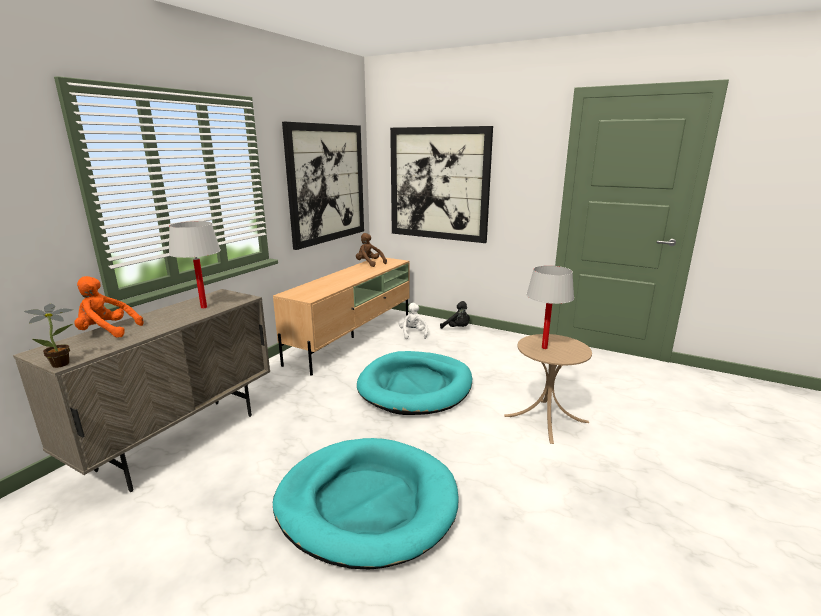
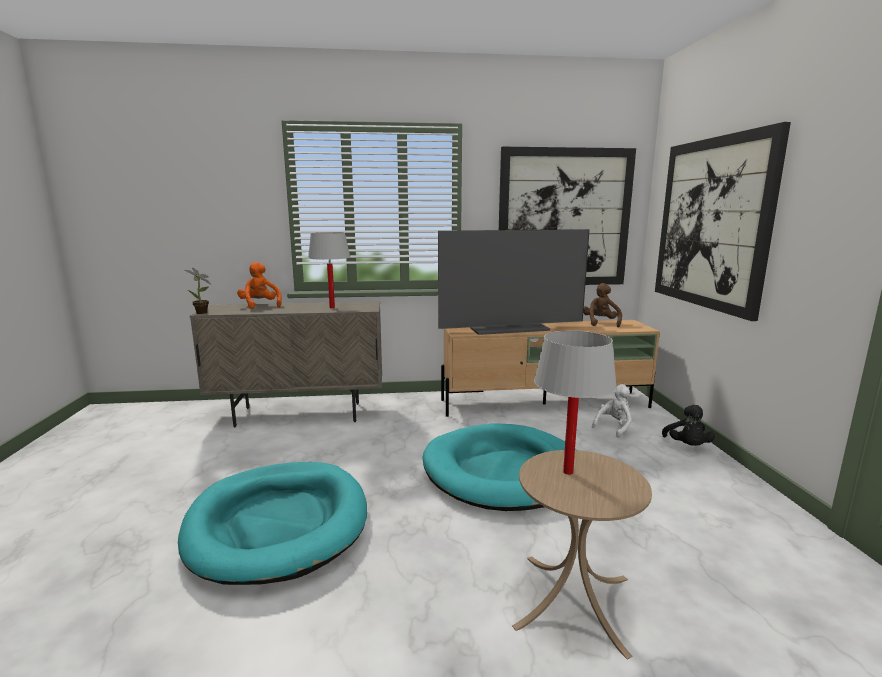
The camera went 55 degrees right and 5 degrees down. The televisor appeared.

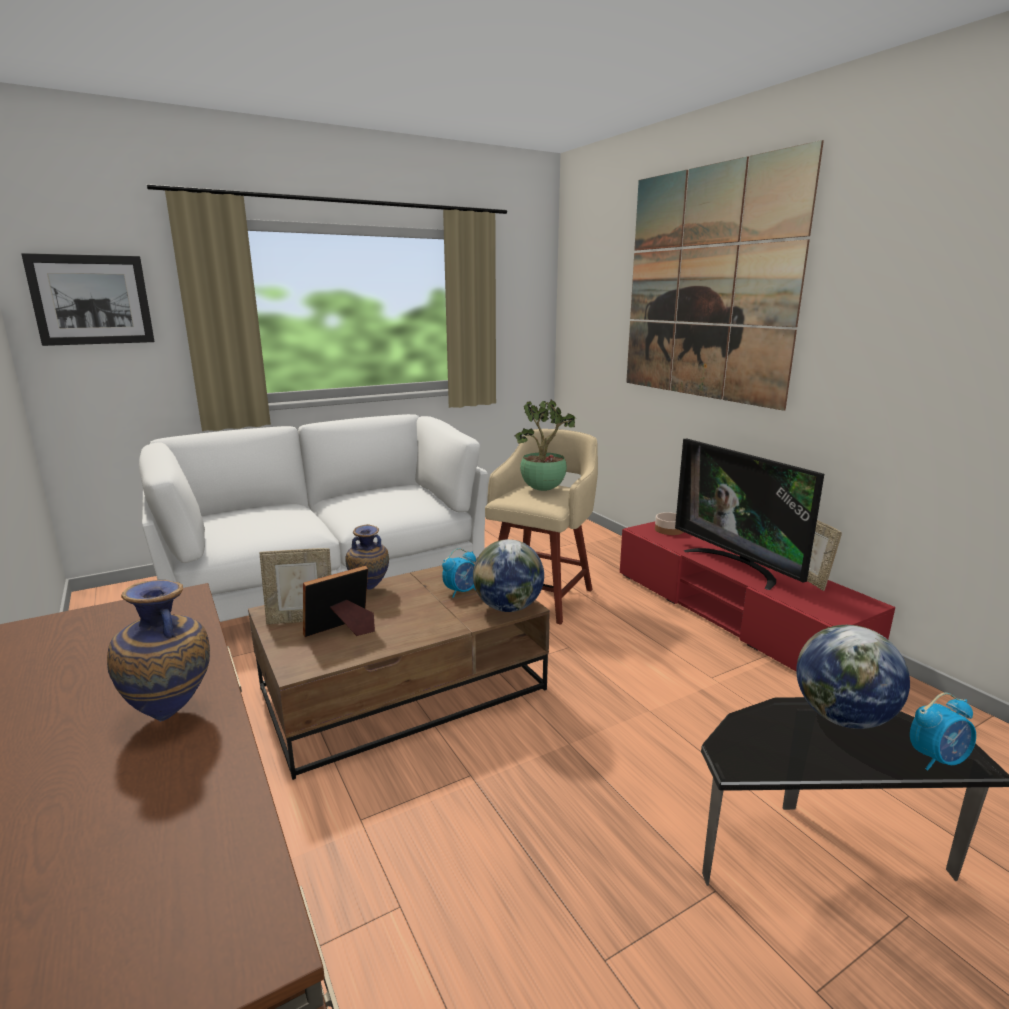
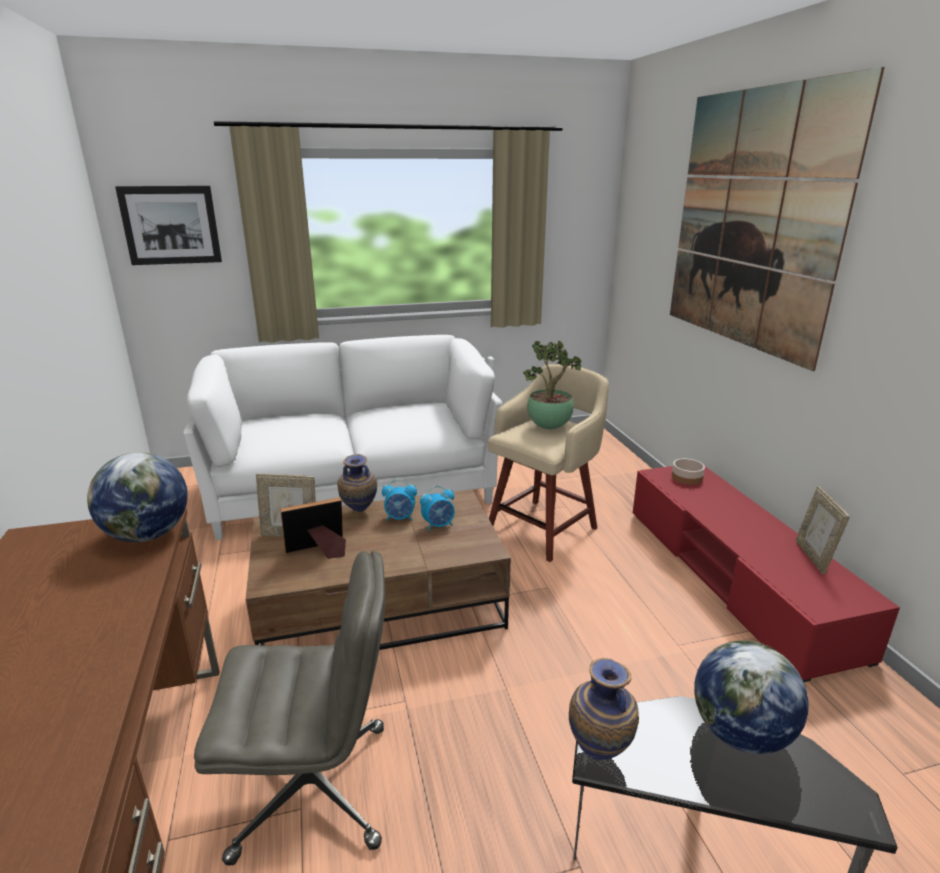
The camera went 15 degrees right and 5 degrees up. The televisor disappeared. The globo terráqueo (1st from left) moved. The florero (1st from left in the first image) moved. The despertador (2nd from left in the first image) moved. The silla de oficina (gris) appeared.

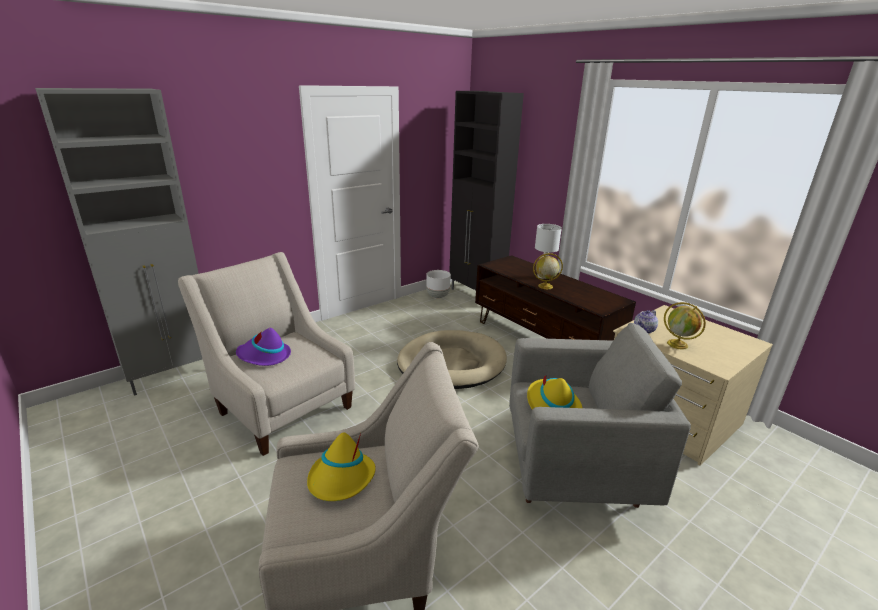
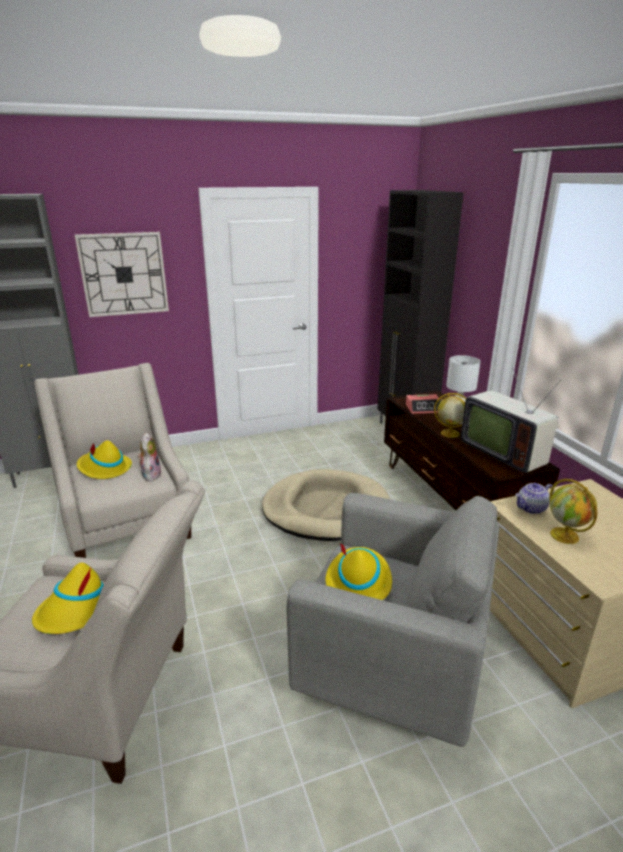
The camera went 20 degrees right and 0 degrees up. The maceta (blanco) disappeared. The sombrero (morado) became the sombrero (amarillo) (2nd from left). The reloj de pared appeared. The televisor appeared. The despertador appeared. The peluche appeared.

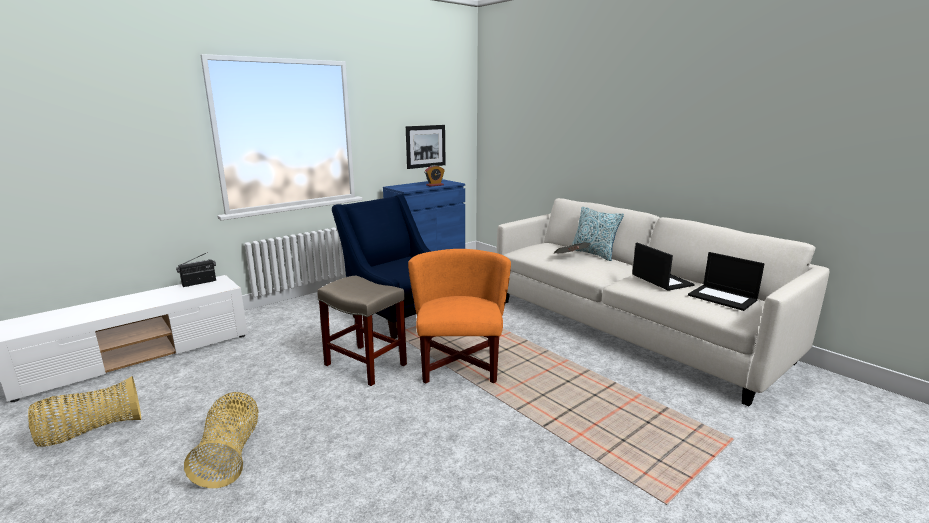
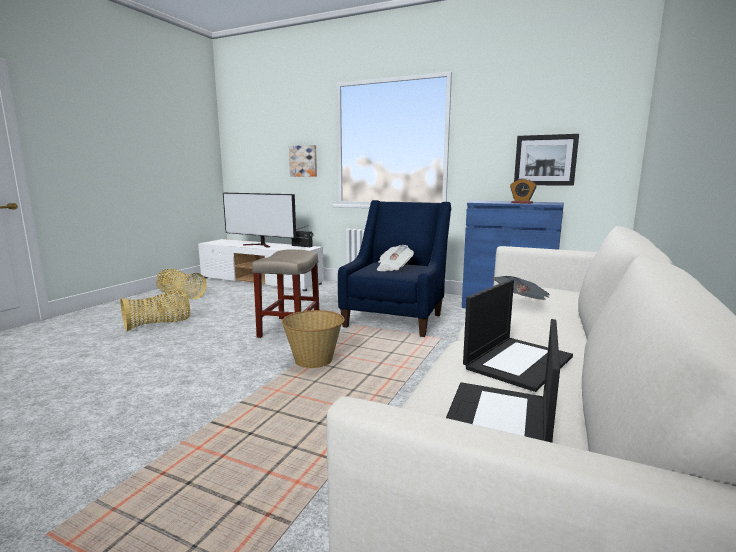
The camera went 65 degrees right and 5 degrees down. The cojín disappeared. The sillón (naranja) was replaced by the cesta (3rd from left). The cuadro (1st from left) appeared. The televisor appeared. The periódico (1st from left) appeared.

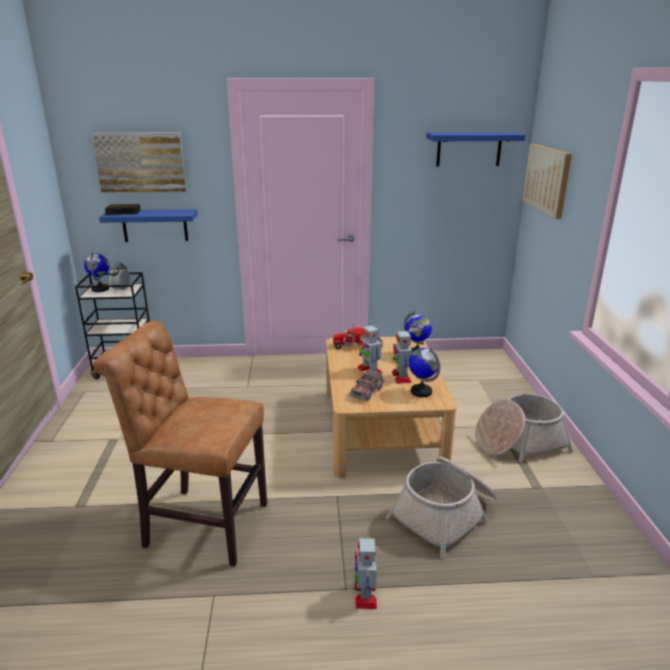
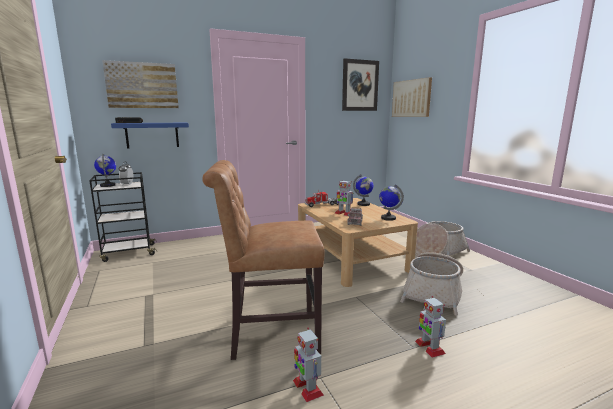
The camera went 20 degrees left and 10 degrees down. The estante (azul) (2nd from left) was replaced by the cuadro (2nd from left). The robot de juguete (3rd from left in the first image) moved.

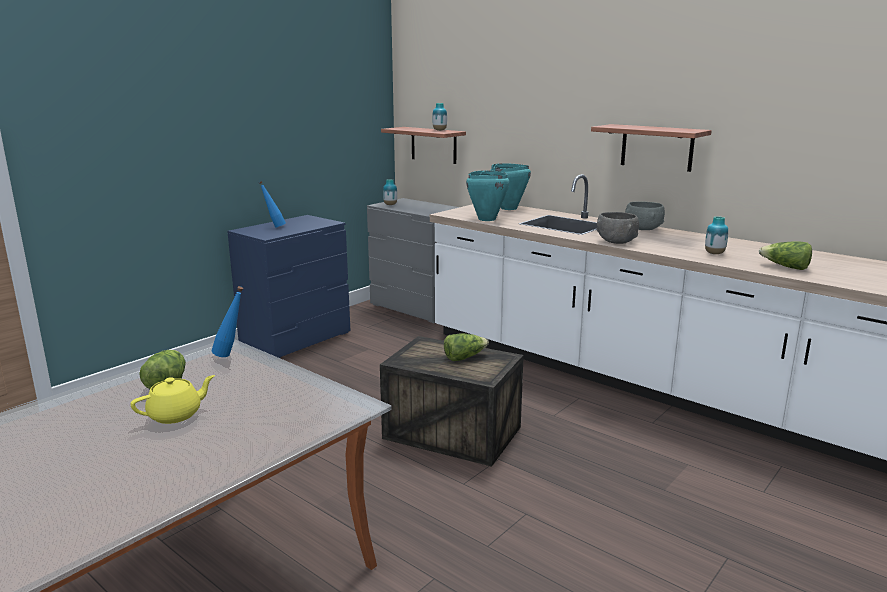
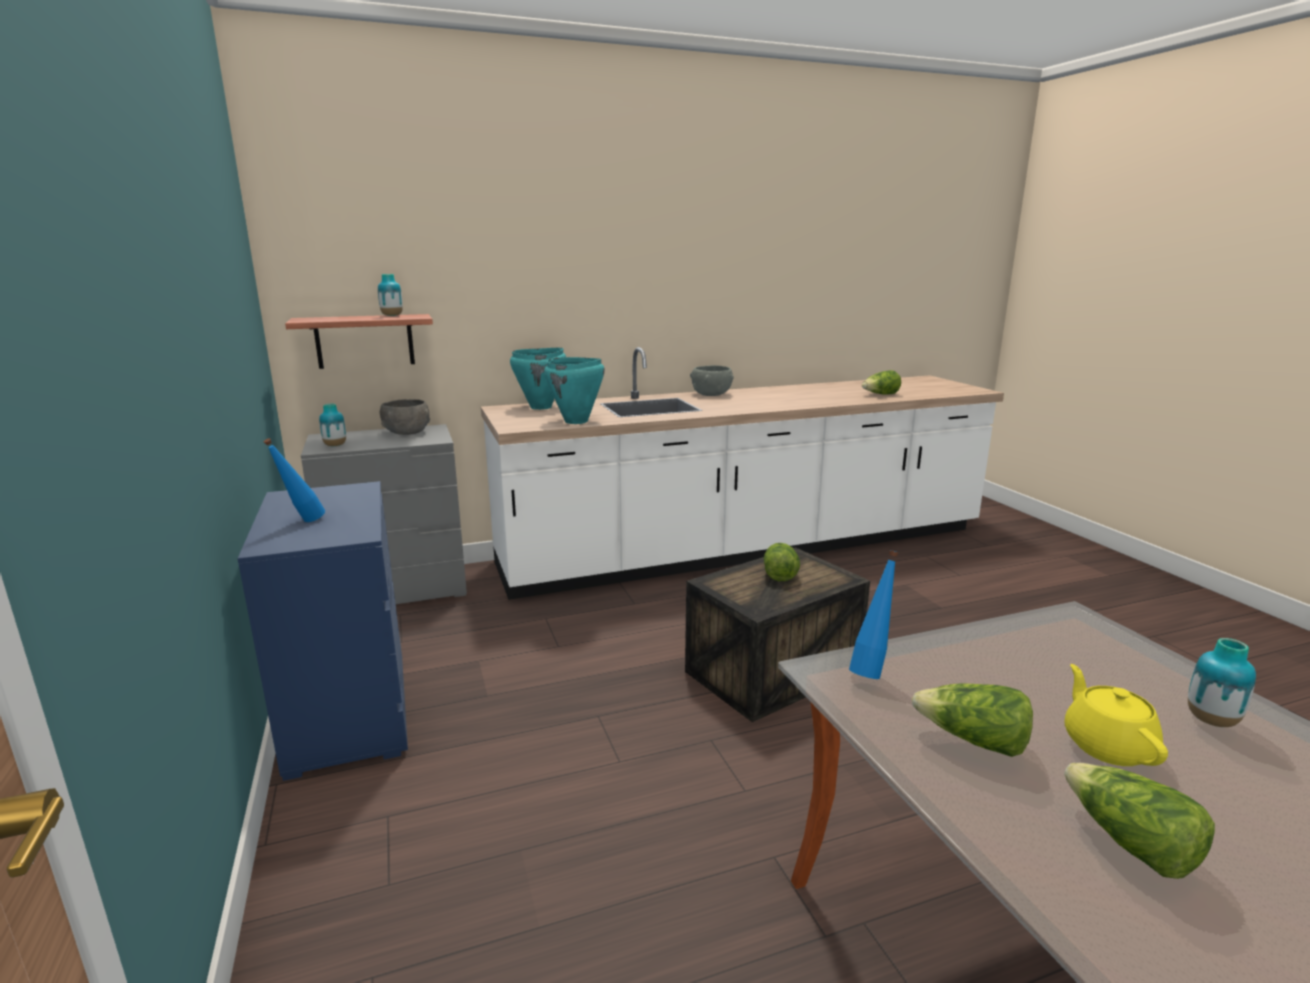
The camera went 60 degrees left and 0 degrees up. The estante (2nd from left) disappeared. The cuenco (gris) (1st from left) moved. The florero (3rd from left) moved. The lechuga (4th from left) appeared.

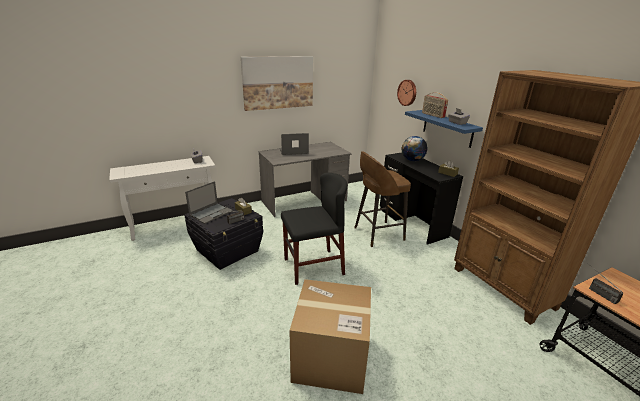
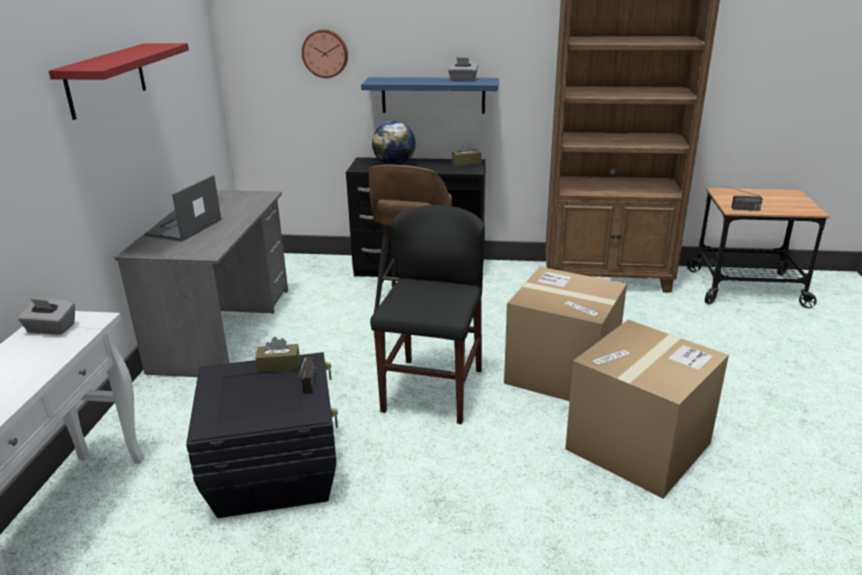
The camera went 55 degrees left and 0 degrees up. The cuadro was replaced by the estante (rojo). The radio (2nd from left) disappeared. The portátil (1st from left) disappeared. The caja de cartón (1st from left) appeared.

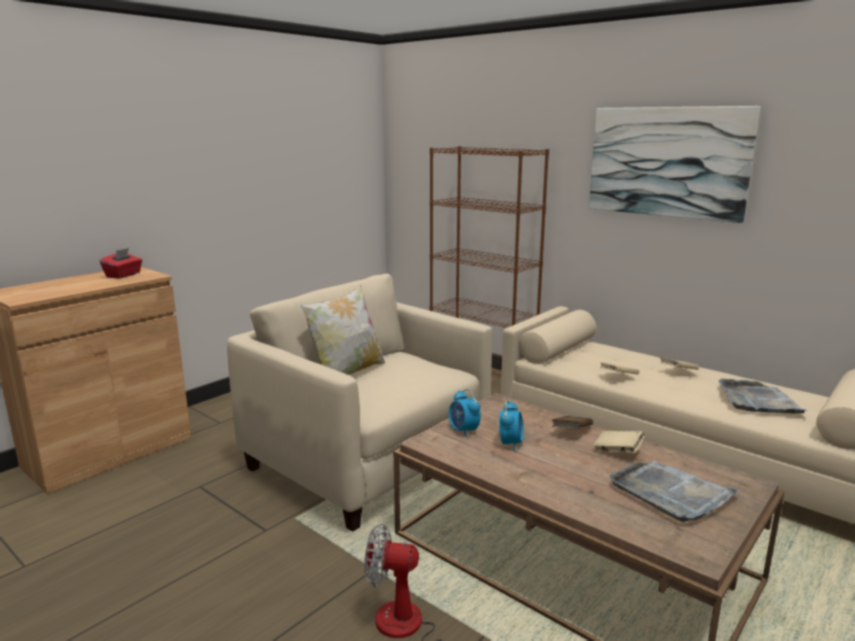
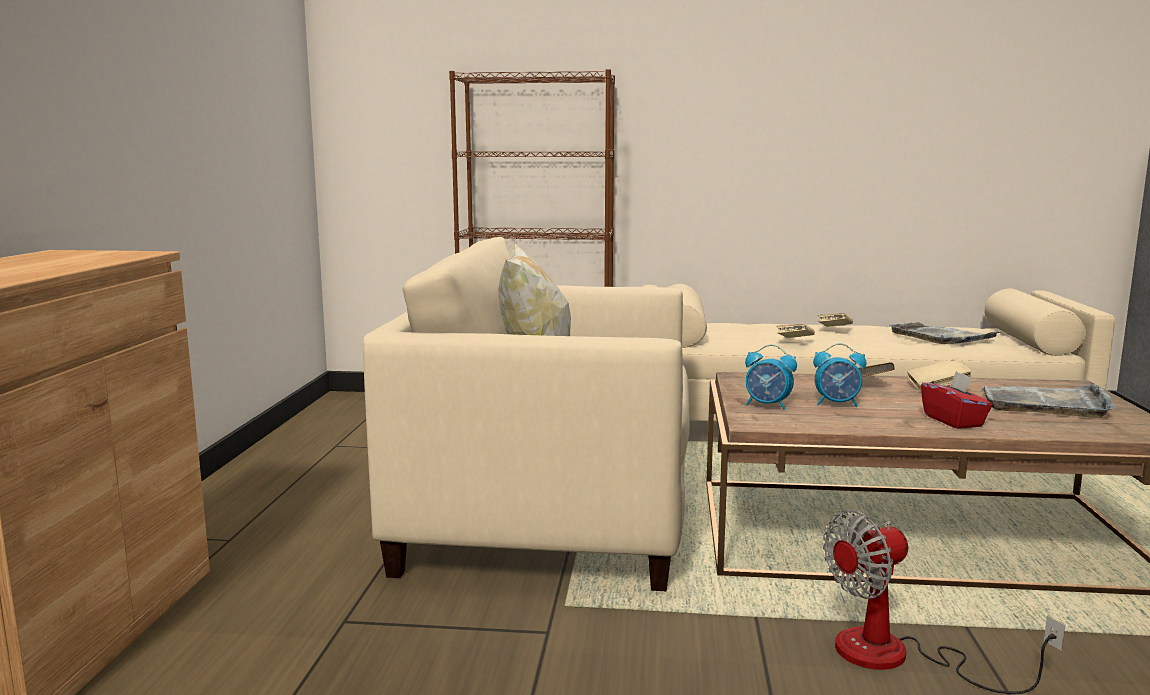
The camera went 35 degrees left and 5 degrees down. The cuadro disappeared. The caja de pañuelos (rojo) moved. The despertador (2nd from left) turned 120 degrees clockwise.

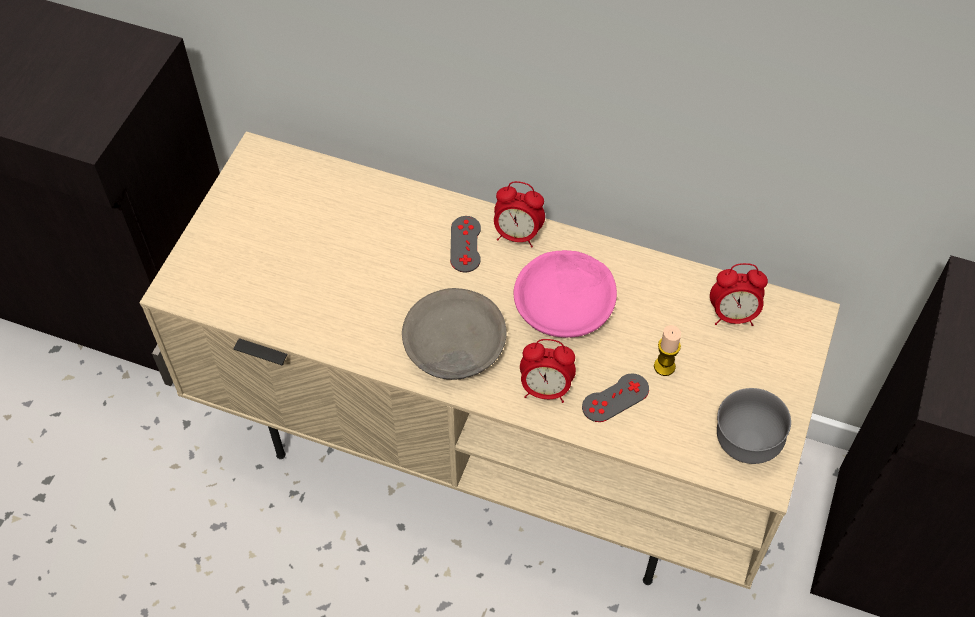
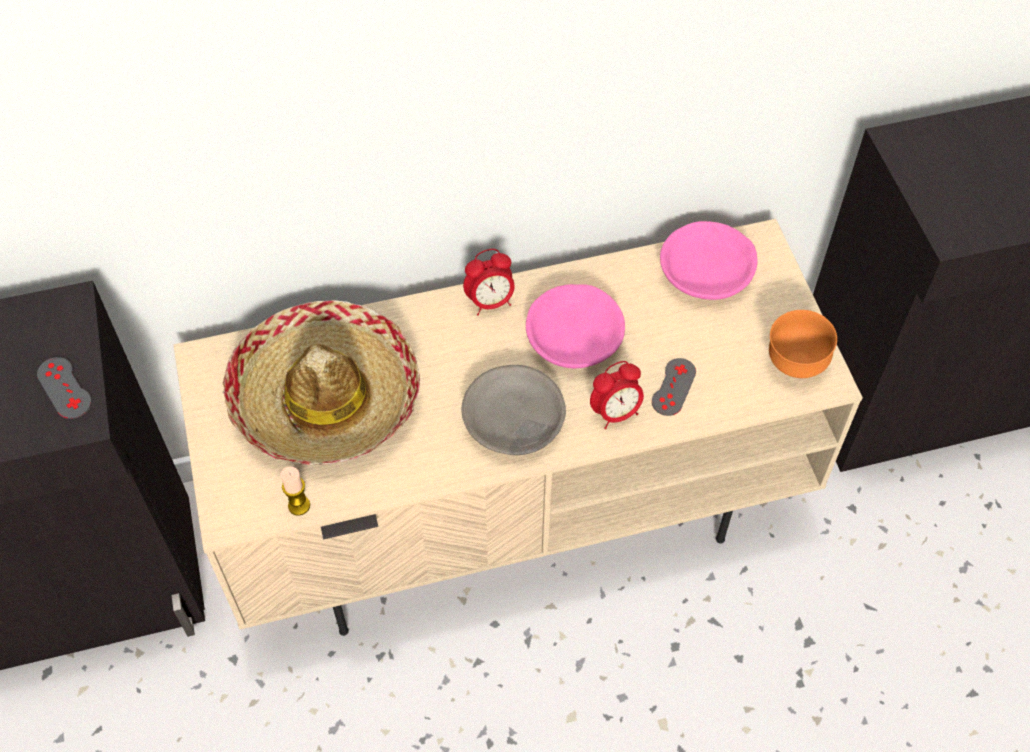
The camera went 35 degrees left and 0 degrees up. The mando de consola (gris) (1st from left) moved. The despertador (3rd from left) was replaced by the cuenco (rosa) (2nd from left). The vela moved. The cuenco (gris) (2nd from left) became the cuenco (naranja). The sombrero appeared.

